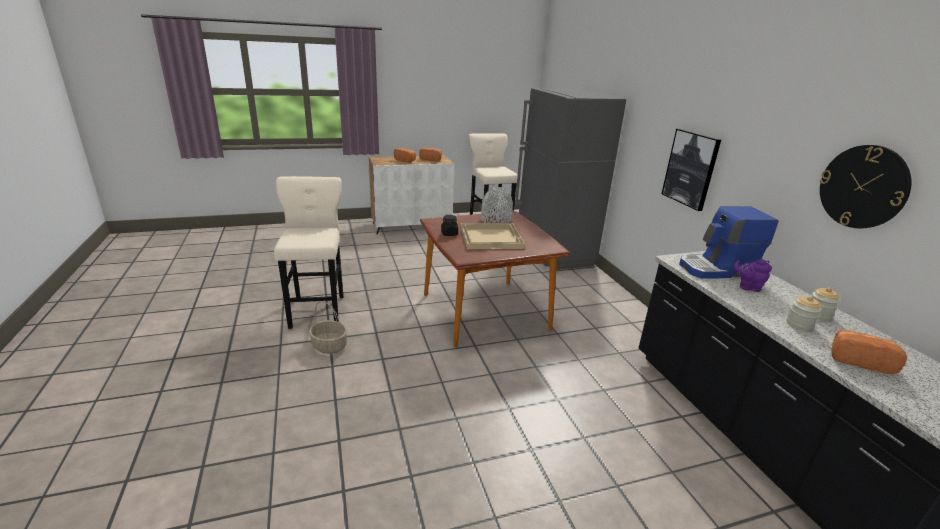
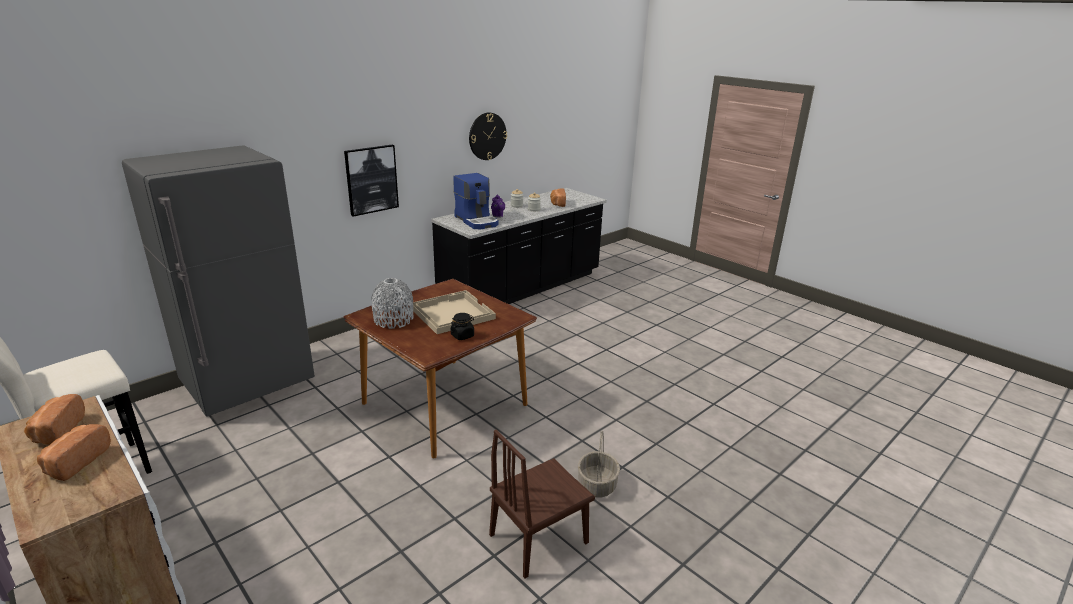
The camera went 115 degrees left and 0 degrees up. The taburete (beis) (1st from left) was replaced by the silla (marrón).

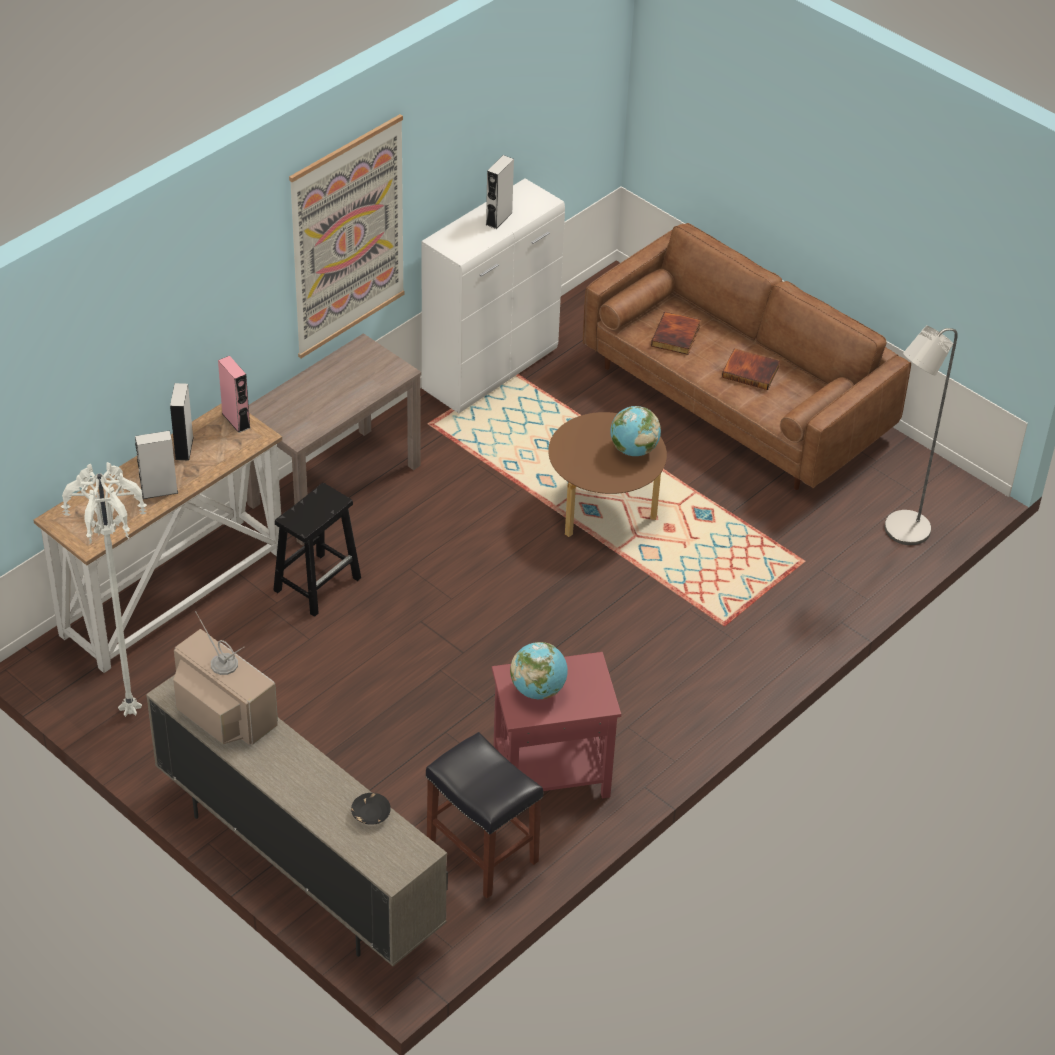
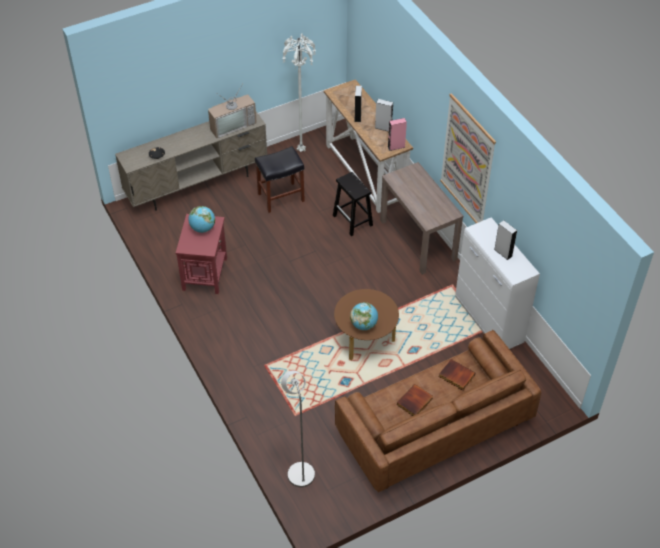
The camera went 110 degrees right and 5 degrees up. The taburete (negro) (2nd from left in the first image) moved.

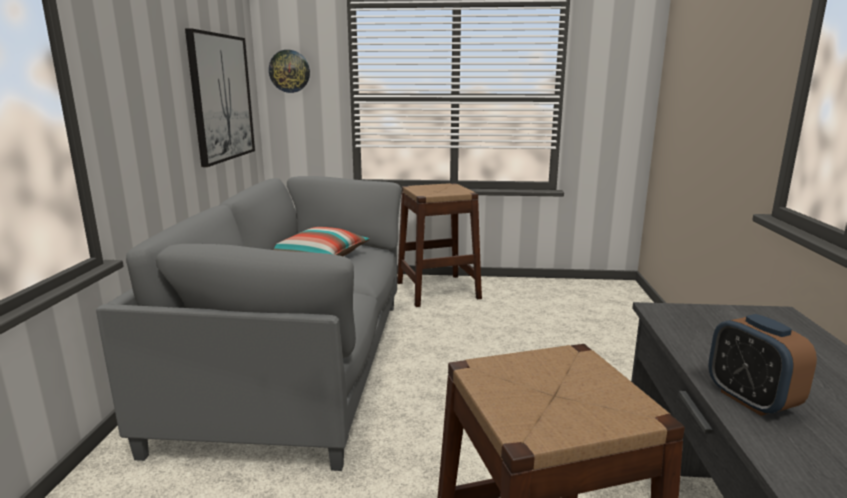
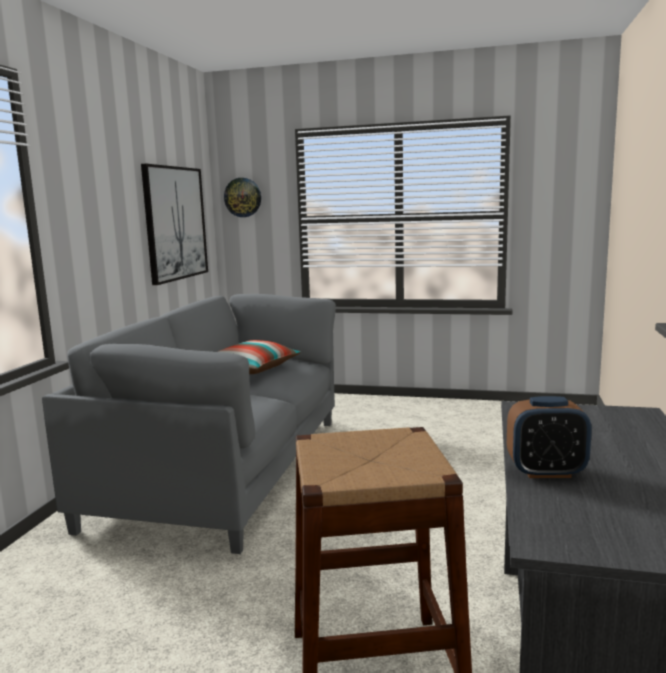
The camera went 10 degrees right and 5 degrees down. The taburete (marrón) (1st from left) disappeared. The despertador turned 75 degrees counterclockwise.

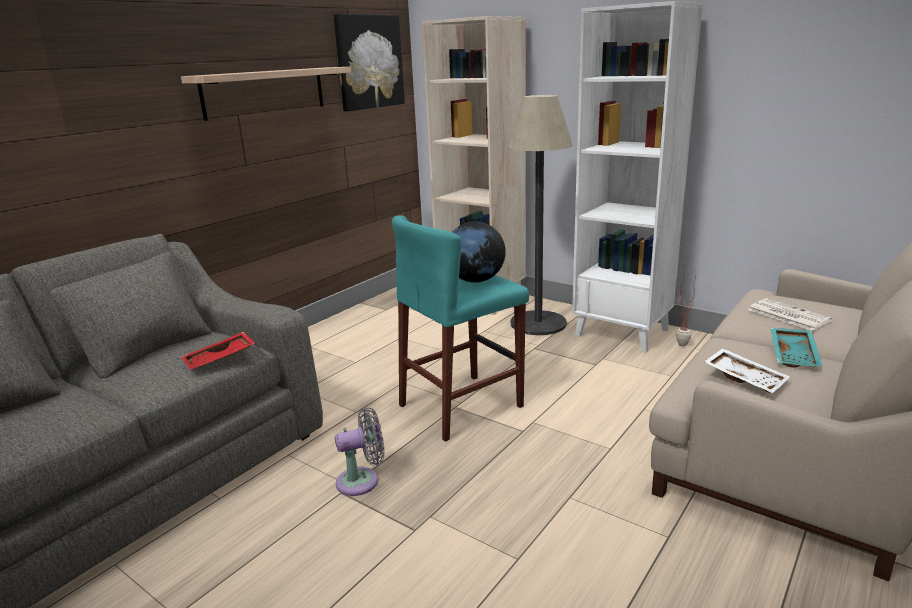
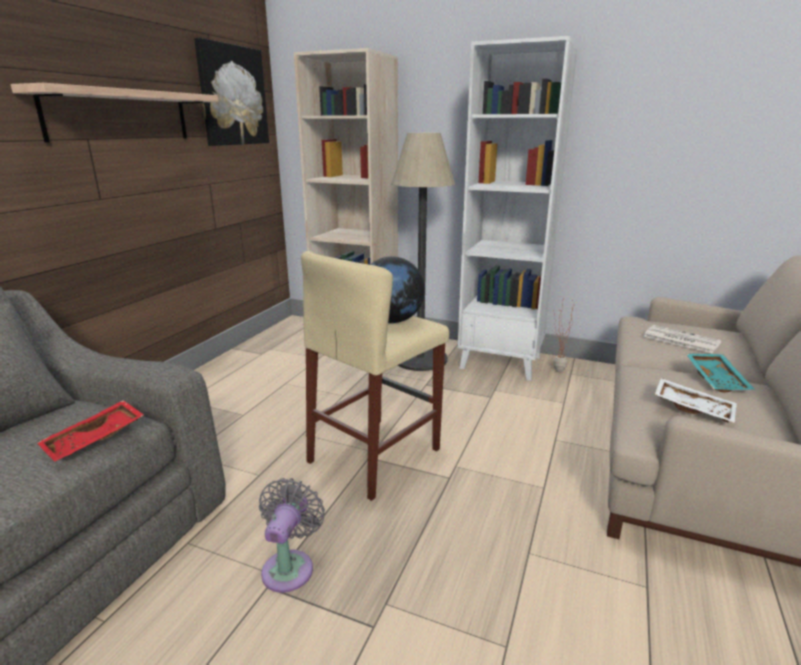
The camera went 15 degrees left and 0 degrees up. The taburete (turquesa) became the taburete (beis). The ventilador (gris) turned 45 degrees counterclockwise.

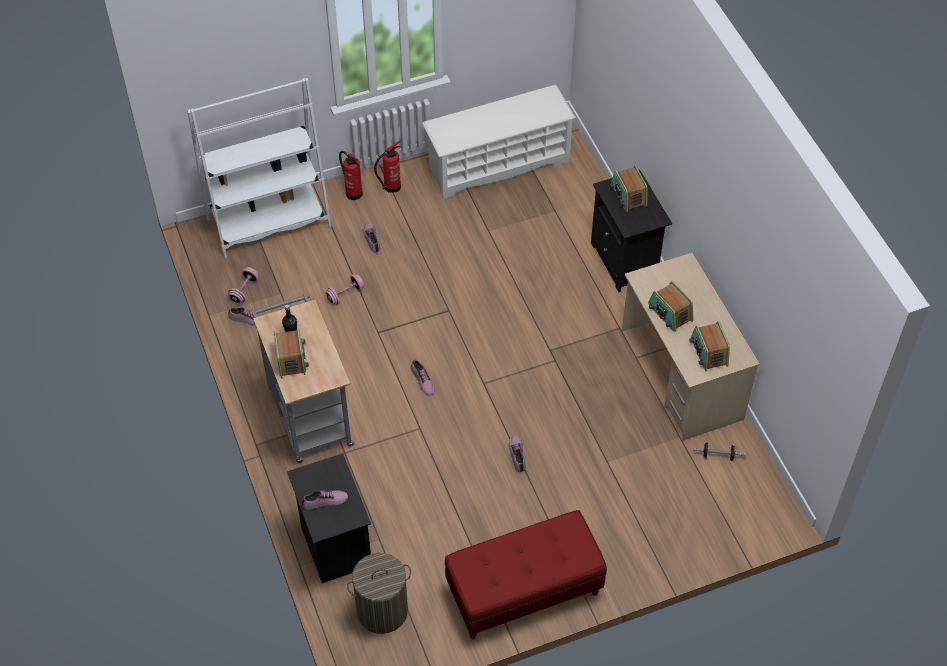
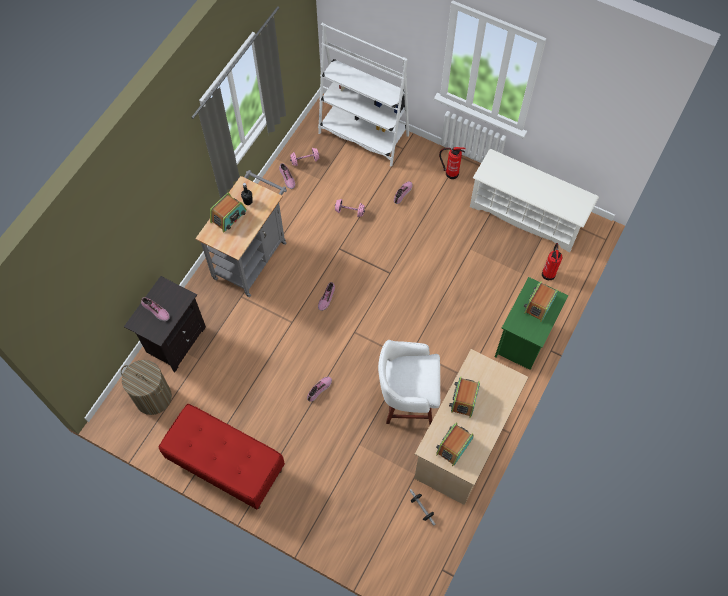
The camera went 50 degrees right and 10 degrees up. The extintor (1st from left in the first image) moved. The mesita de noche (negro) (2nd from left) became the mesita de noche (verde). The taburete (blanco) appeared.

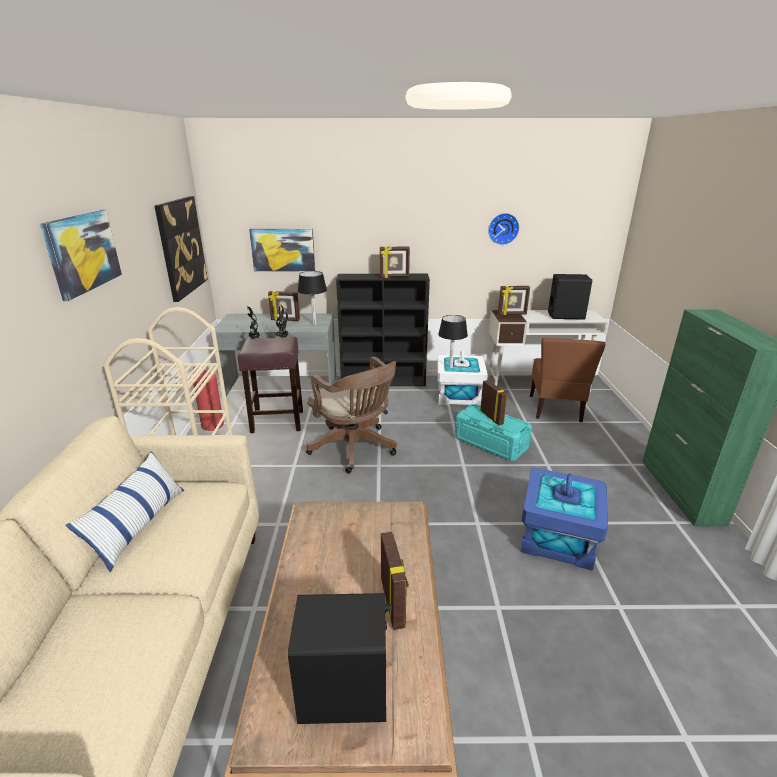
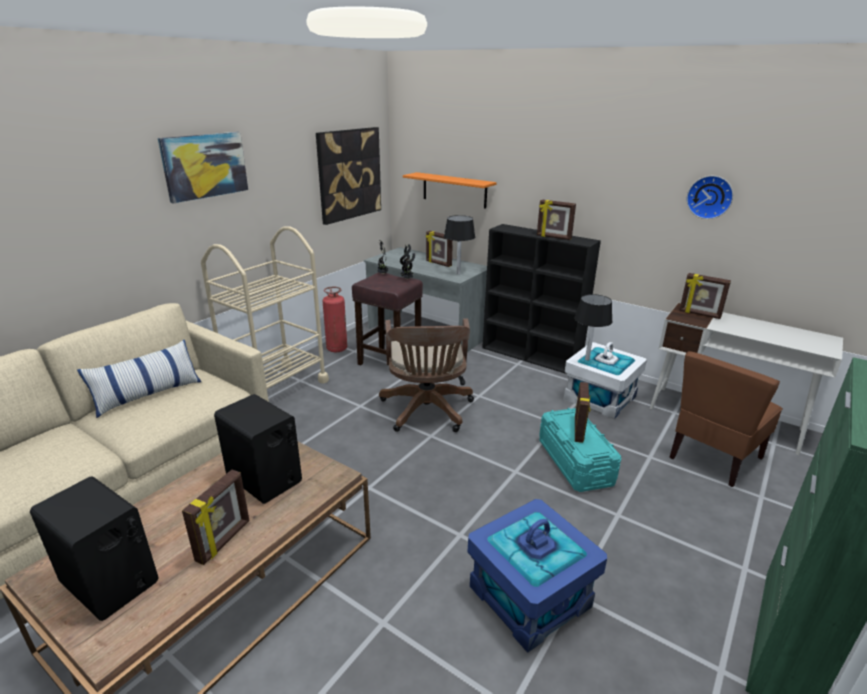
The camera went 35 degrees right and 0 degrees up. The cuadro (3rd from left) was replaced by the estante (naranja). The altavoz (negro) (2nd from left) moved.

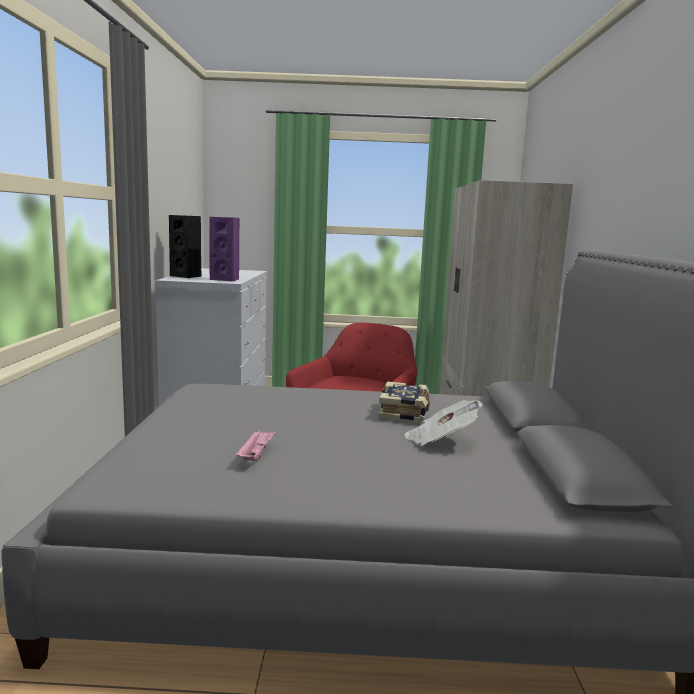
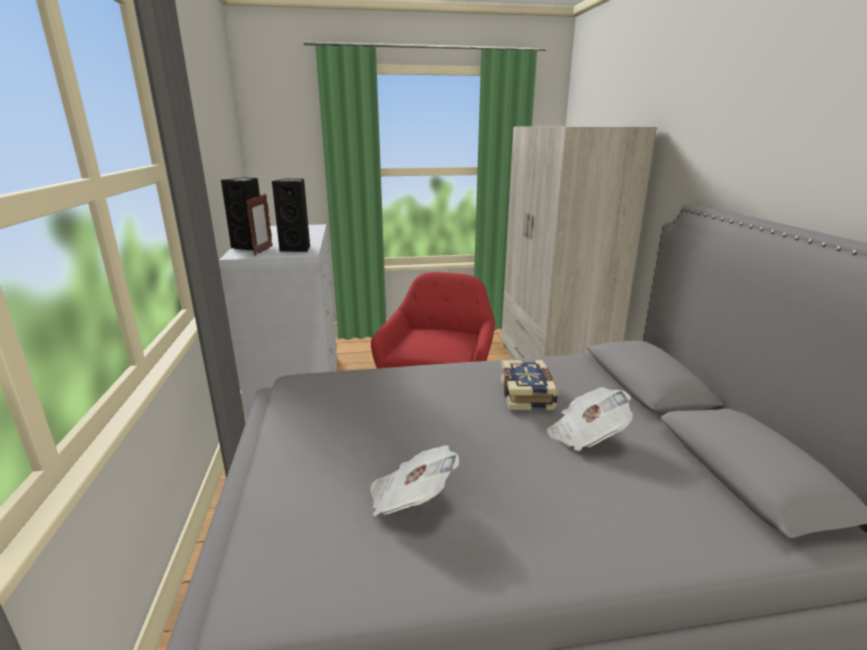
The camera went 10 degrees left and 10 degrees up. The altavoz (morado) became the altavoz (negro) (2nd from left). The bandeja (rosa) was replaced by the periódico (1st from left). The portarretratos appeared.

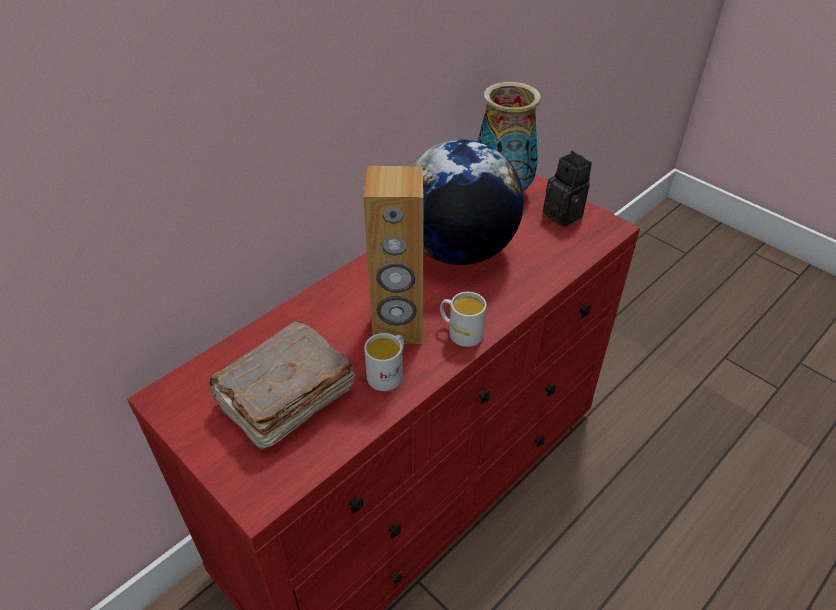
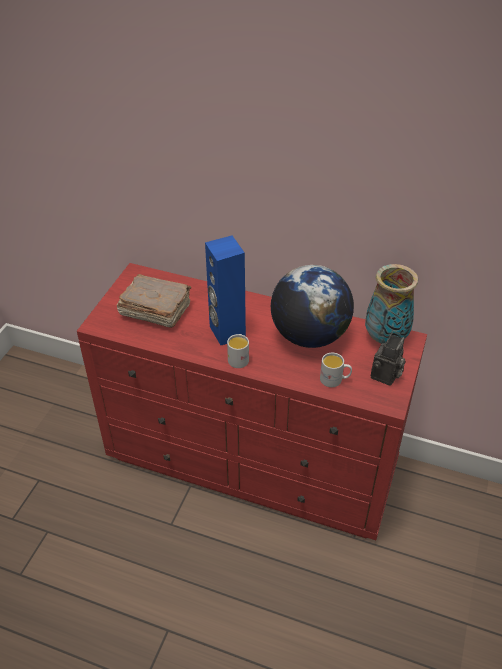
The camera went 65 degrees right and 0 degrees up. The altavoz (marrón) became the altavoz (azul). The taza grande (blanco) (1st from left in the first image) moved.

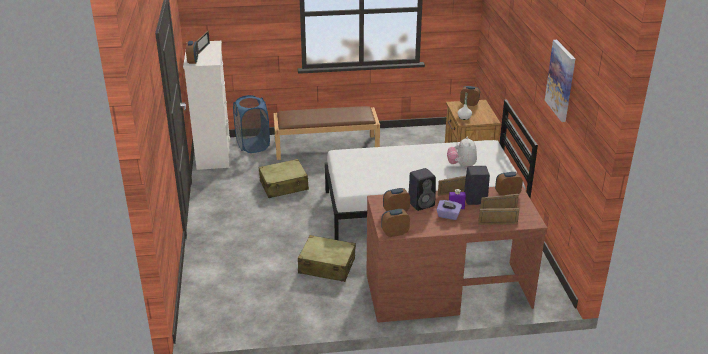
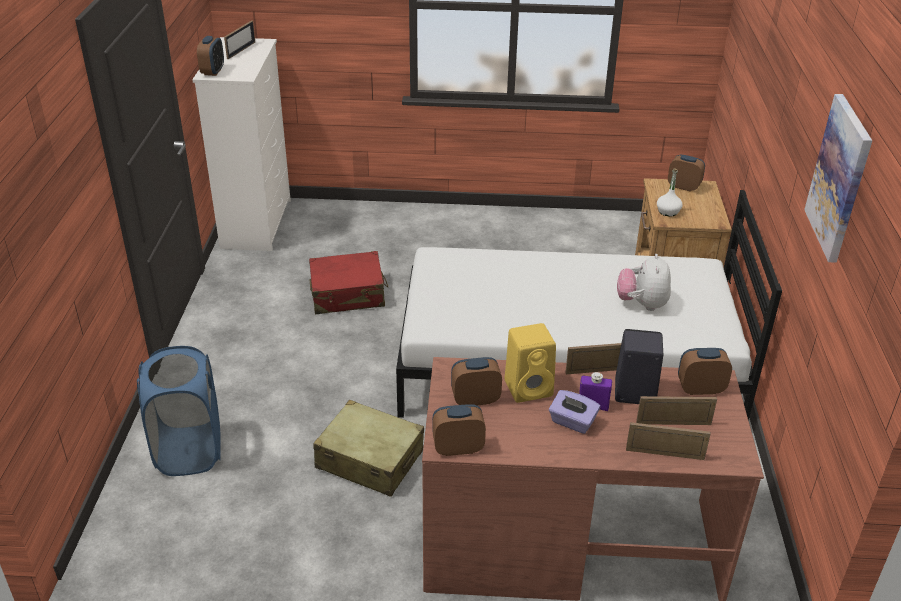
The camera went 10 degrees right and 5 degrees up. The cesto de la ropa (azul) moved. The banco (marrón) disappeared. The maleta (beis) (1st from left) became the maleta (rojo). The altavoz (negro) (1st from left) became the altavoz (amarillo).

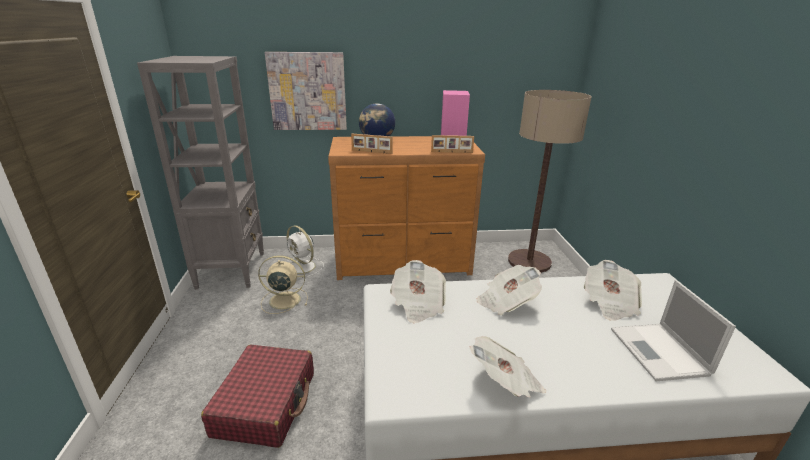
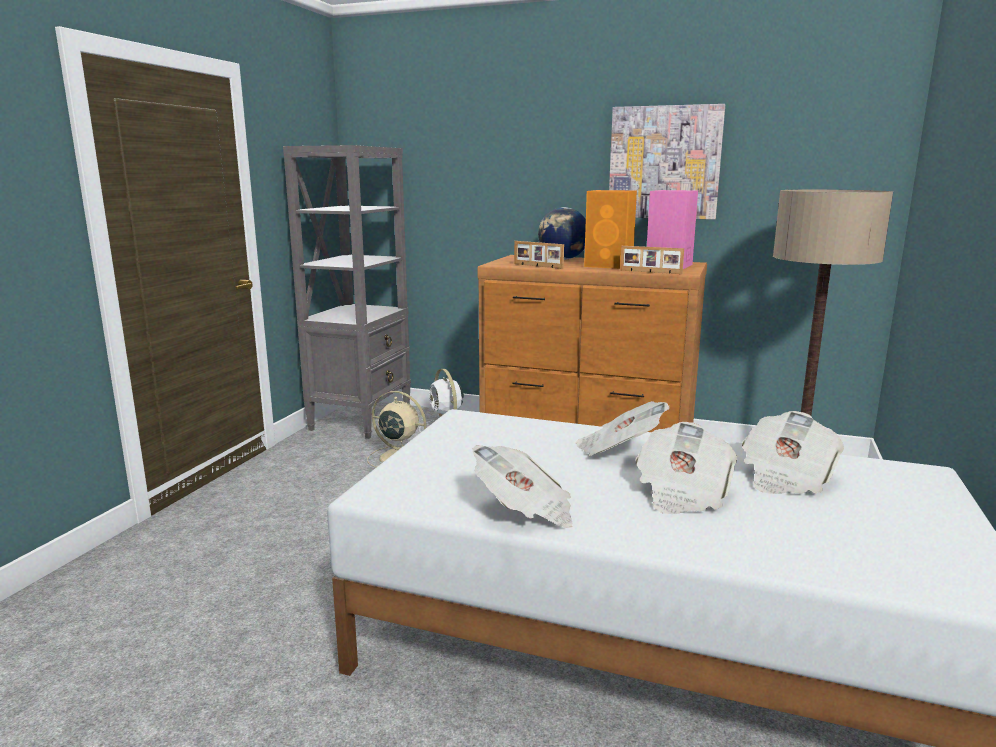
The camera went 25 degrees right and 10 degrees down. The cuadro moved. The periódico (1st from left in the first image) moved. The portátil disappeared. The maleta (rojo) disappeared. The altavoz (naranja) appeared.

